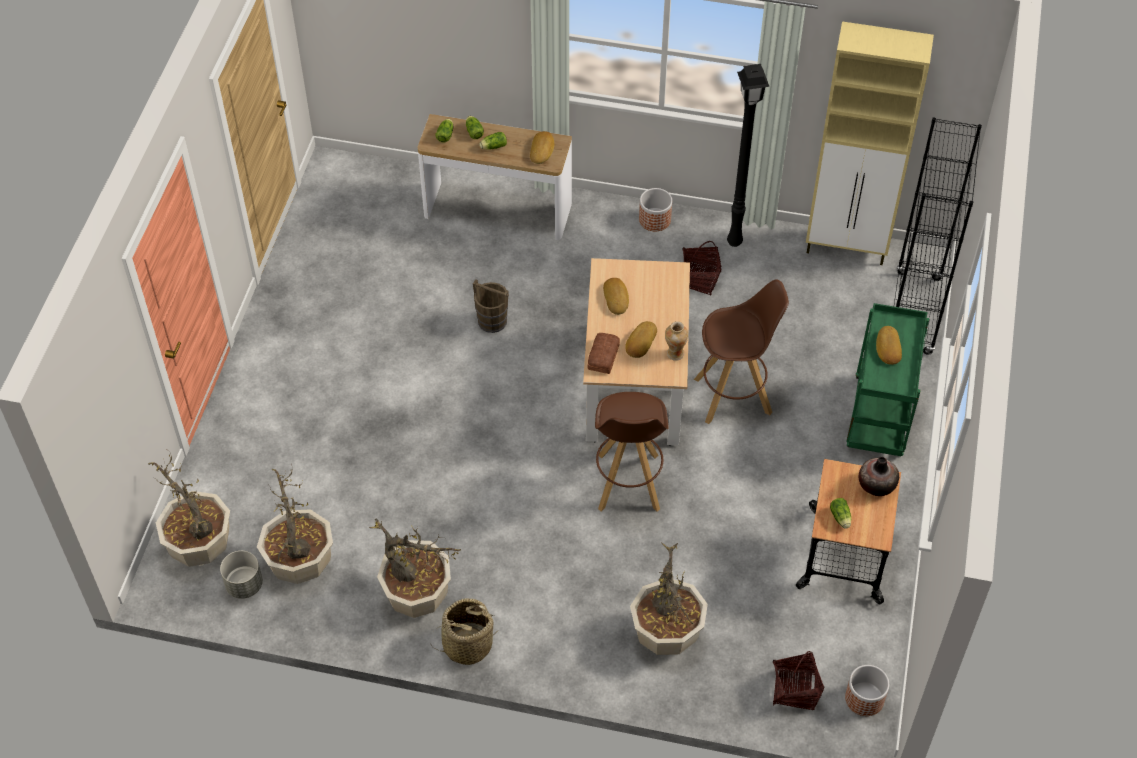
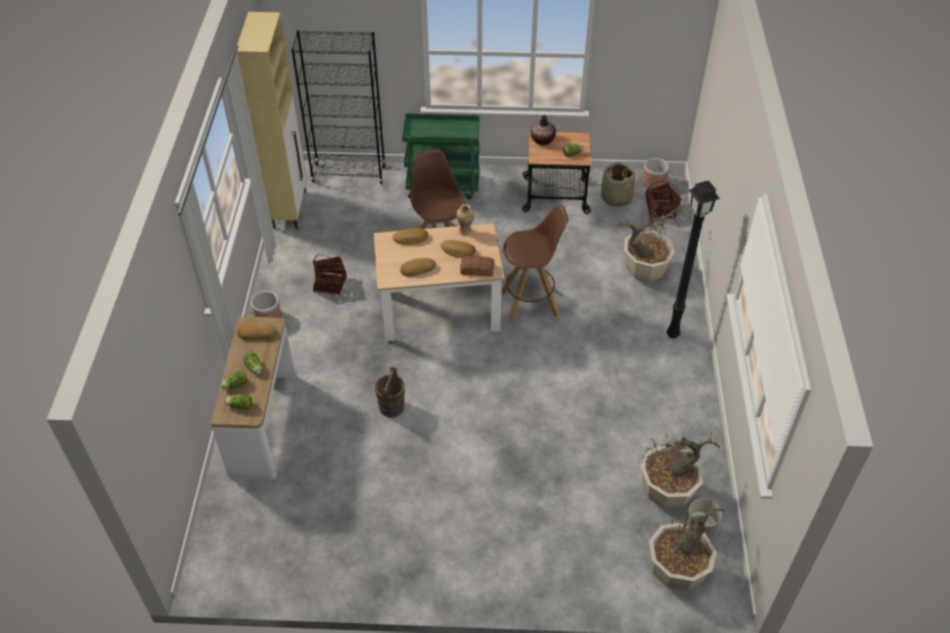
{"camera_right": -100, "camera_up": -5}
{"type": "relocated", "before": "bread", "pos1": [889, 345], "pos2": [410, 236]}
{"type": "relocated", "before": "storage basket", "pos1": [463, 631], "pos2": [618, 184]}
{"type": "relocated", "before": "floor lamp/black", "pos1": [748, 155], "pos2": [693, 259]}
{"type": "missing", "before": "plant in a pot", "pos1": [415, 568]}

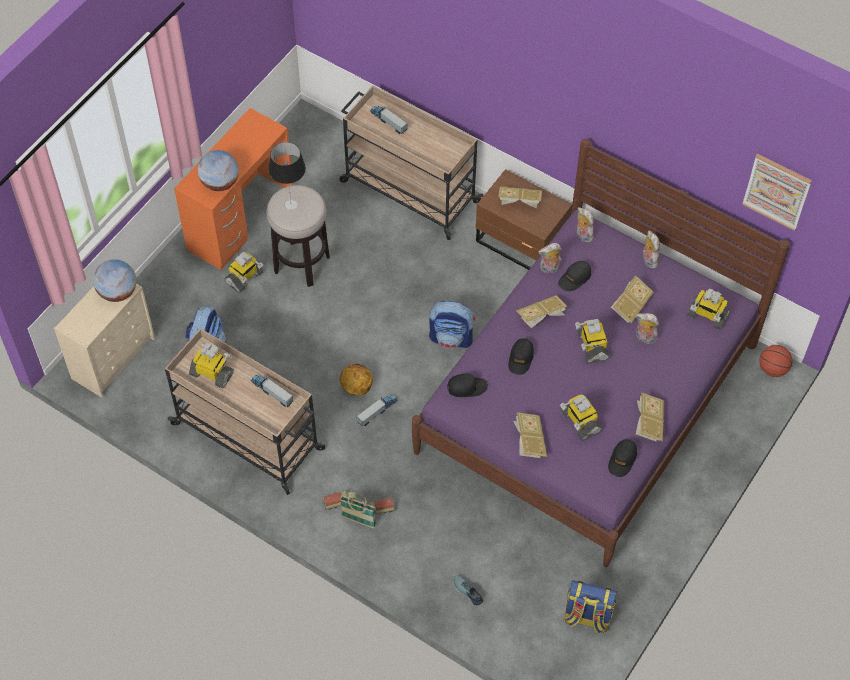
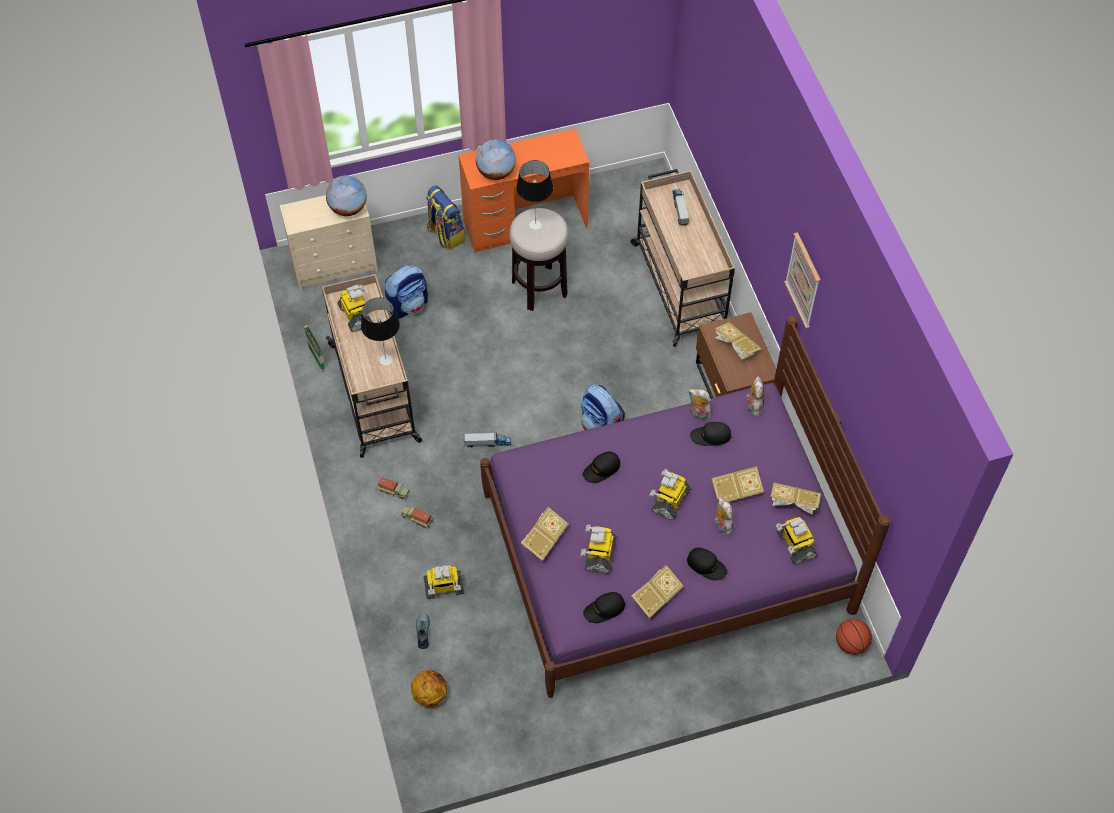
{"camera_right": 40, "camera_up": 0}
{"type": "relocated", "before": "storage basket", "pos1": [358, 510], "pos2": [315, 348]}
{"type": "exchanged", "before": "model truck", "after": "tabletop lamp", "pos1": [272, 391], "pos2": [380, 331]}
{"type": "relocated", "before": "ball for basketball", "pos1": [356, 379], "pos2": [429, 689]}
{"type": "relocated", "before": "toy robot", "pos1": [243, 272], "pos2": [443, 582]}
{"type": "relocated", "before": "knapsack", "pos1": [590, 607], "pos2": [445, 217]}
{"type": "relocated", "before": "cap/black", "pos1": [467, 385], "pos2": [707, 564]}
{"type": "relocated", "before": "bound book", "pos1": [541, 311], "pos2": [795, 498]}
{"type": "relocated", "before": "wall art", "pos1": [777, 192], "pos2": [802, 280]}
{"type": "missing", "before": "cuddly toy", "pos1": [651, 249]}

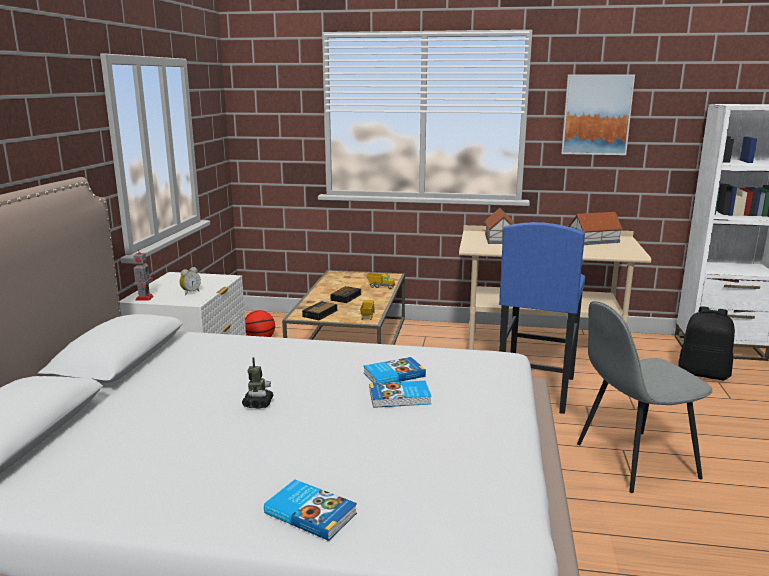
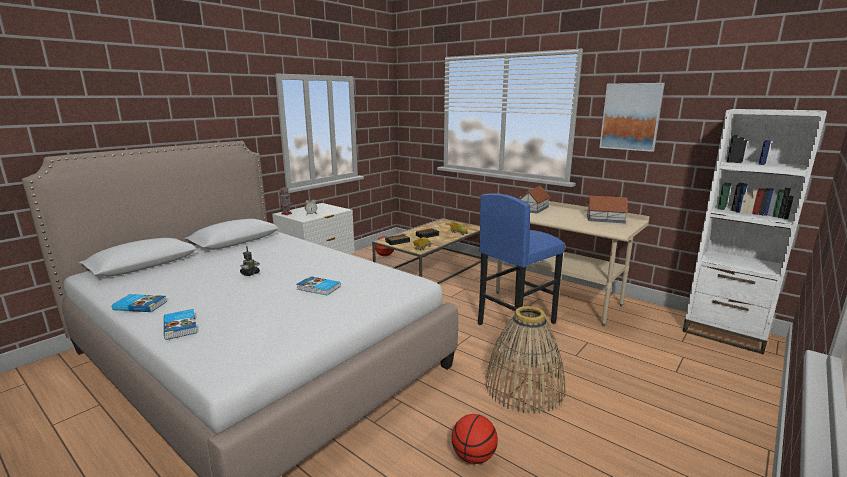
{"camera_right": 30, "camera_up": 0}
{"type": "relocated", "before": "bound book", "pos1": [395, 370], "pos2": [139, 303]}
{"type": "appeared", "after": "ball for basketball", "pos2": [475, 439]}
{"type": "exchanged", "before": "upright chair/gray", "after": "storage basket", "pos1": [645, 397], "pos2": [525, 360]}
{"type": "missing", "before": "knapsack/black", "pos1": [706, 343]}

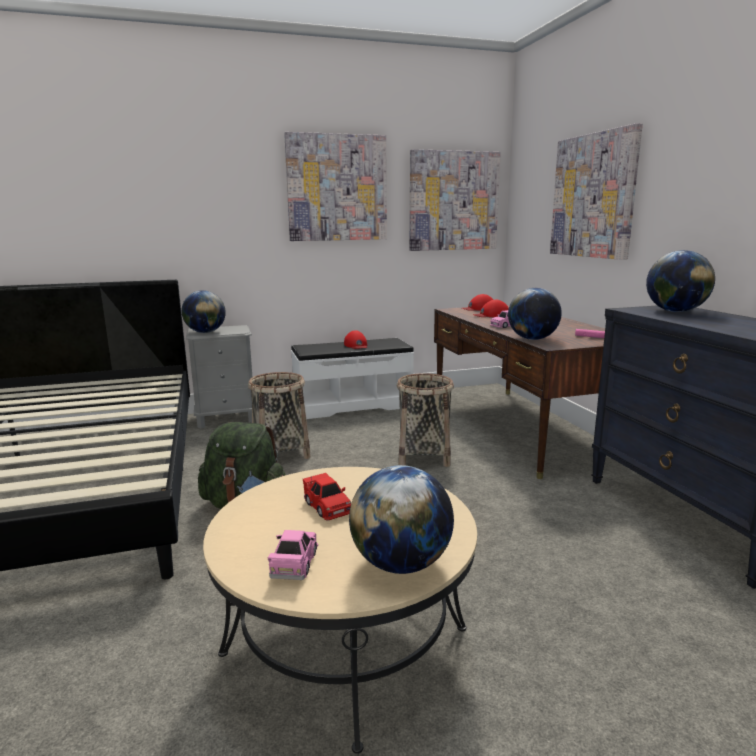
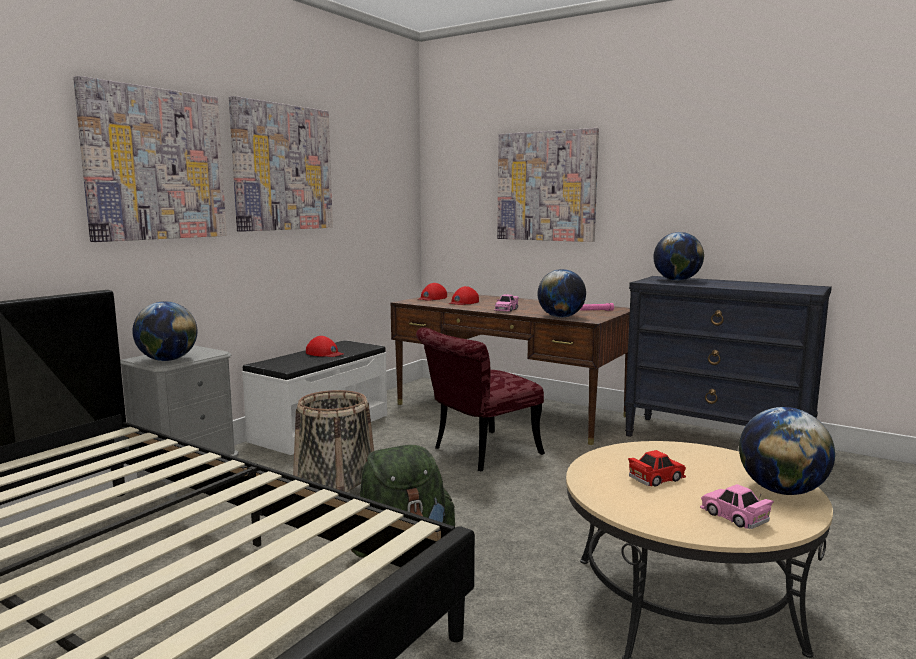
{"camera_right": -40, "camera_up": -5}
{"type": "relocated", "before": "wall art", "pos1": [455, 200], "pos2": [150, 159]}
{"type": "exchanged", "before": "storage basket", "after": "upright chair/red", "pos1": [425, 420], "pos2": [480, 399]}
{"type": "spun", "before": "miniature car/red", "pos1": [327, 497], "pos2": [657, 468], "turn": -45}

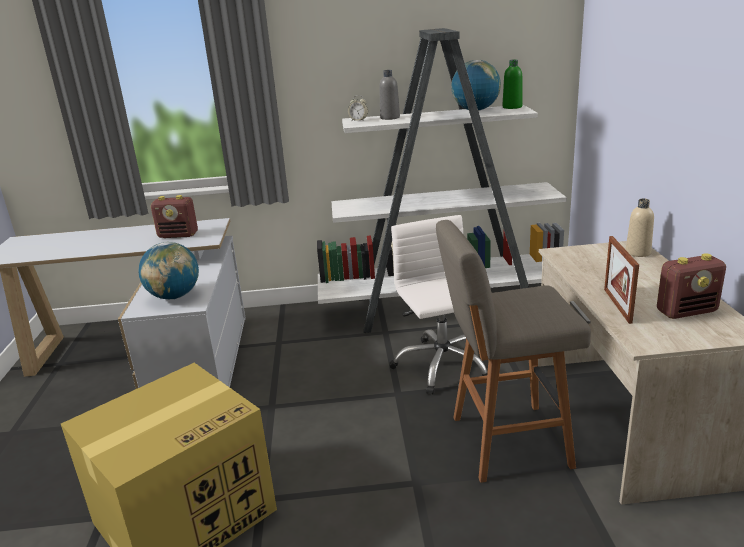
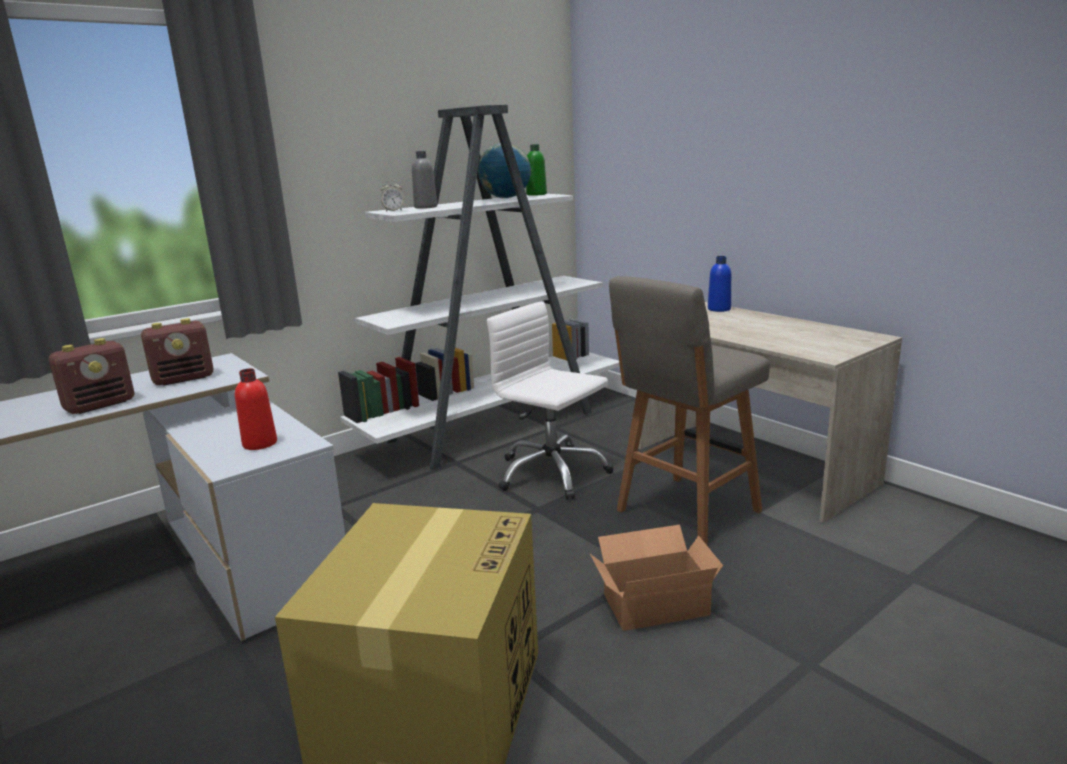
{"camera_right": -35, "camera_up": -5}
{"type": "relocated", "before": "radio", "pos1": [691, 286], "pos2": [91, 376]}
{"type": "exchanged", "before": "globe", "after": "beverage bottle/red", "pos1": [168, 270], "pos2": [256, 409]}
{"type": "appeared", "after": "carton", "pos2": [656, 578]}
{"type": "colour", "before": "beverage bottle/sand-coloured", "after": "beverage bottle/blue-coloured", "pos1": [640, 228], "pos2": [719, 284]}
{"type": "missing", "before": "standing frame", "pos1": [621, 280]}

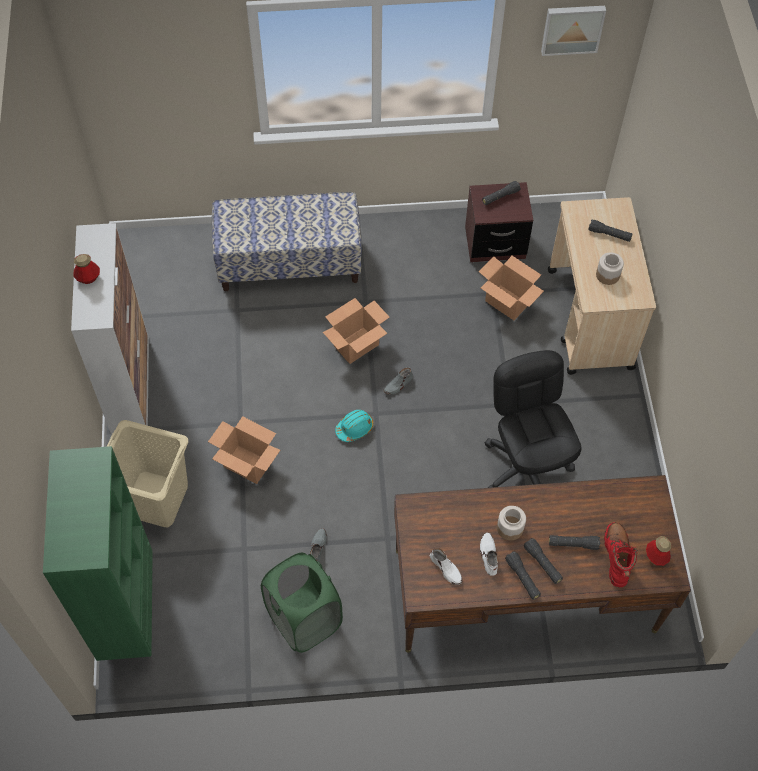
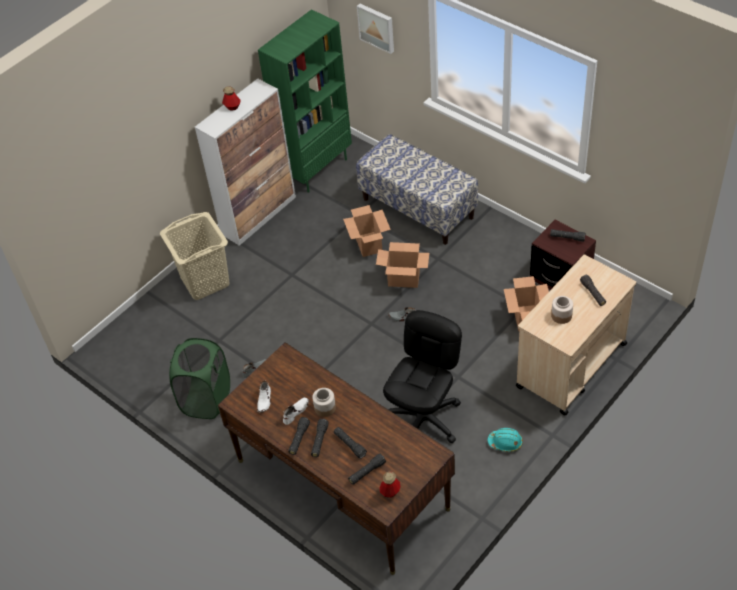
{"camera_right": 50, "camera_up": -10}
{"type": "relocated", "before": "shelving unit/greenish", "pos1": [98, 553], "pos2": [305, 101]}
{"type": "relocated", "before": "carton", "pos1": [244, 450], "pos2": [367, 231]}
{"type": "exchanged", "before": "boot/red", "after": "torch/black", "pos1": [621, 554], "pos2": [367, 469]}
{"type": "relocated", "before": "wall art", "pos1": [573, 31], "pos2": [375, 29]}
{"type": "relocated", "before": "hard hat/turquoise", "pos1": [354, 426], "pos2": [505, 440]}

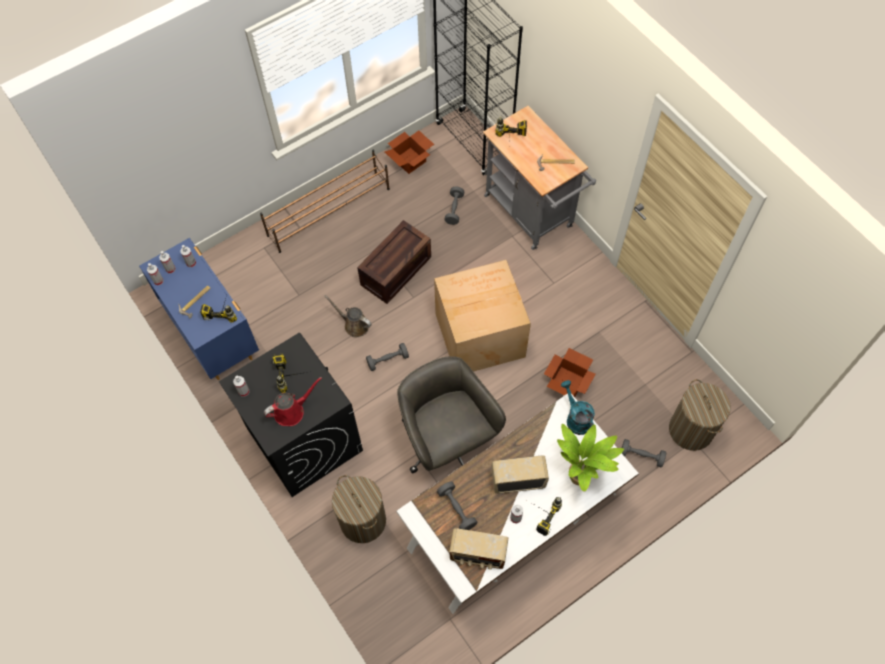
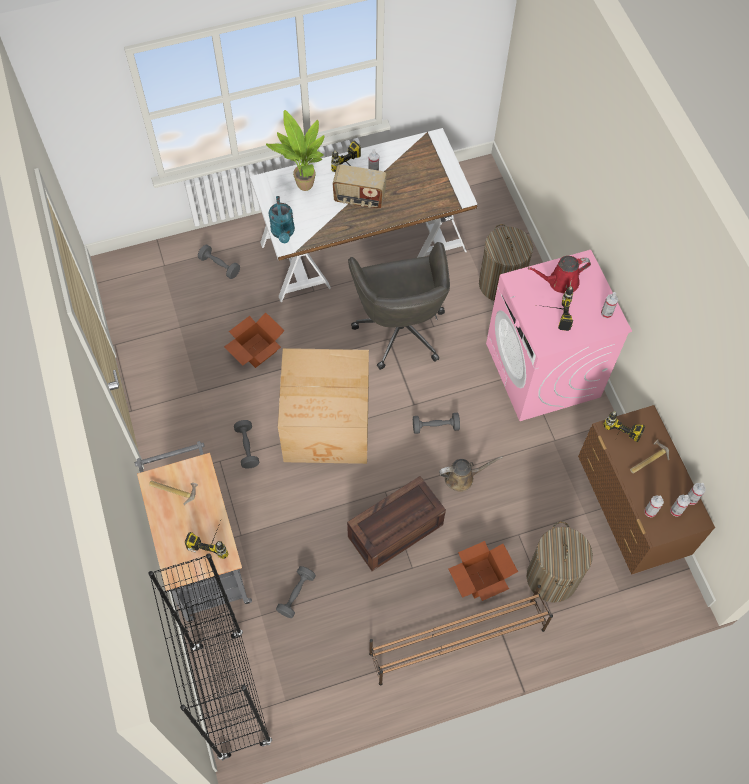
{"camera_right": -165, "camera_up": 0}
{"type": "relocated", "before": "dumbbell/gray", "pos1": [457, 506], "pos2": [246, 444]}
{"type": "spun", "before": "watering can/brownish", "pos1": [348, 316], "pos2": [471, 474], "turn": -60}
{"type": "relocated", "before": "carton", "pos1": [409, 152], "pos2": [483, 571]}
{"type": "colour", "before": "laundry appliance/black", "after": "laundry appliance/pink", "pos1": [291, 415], "pos2": [559, 335]}
{"type": "relocated", "before": "washing basket", "pos1": [700, 415], "pos2": [560, 561]}
{"type": "colour", "before": "chest of drawers/blue-coloured", "after": "chest of drawers/brownish", "pos1": [199, 309], "pos2": [646, 490]}
{"type": "missing", "before": "radio", "pos1": [478, 549]}

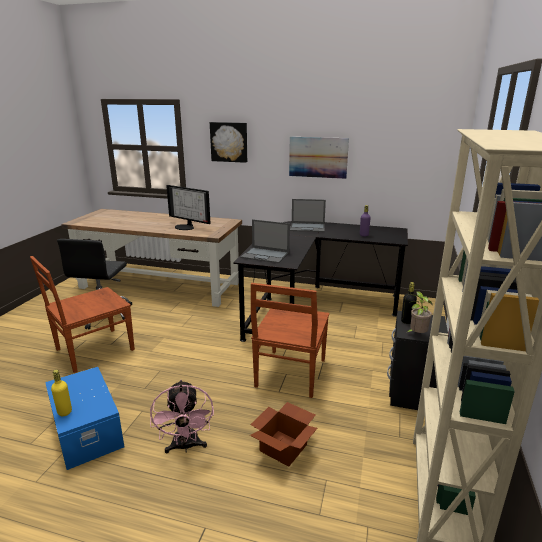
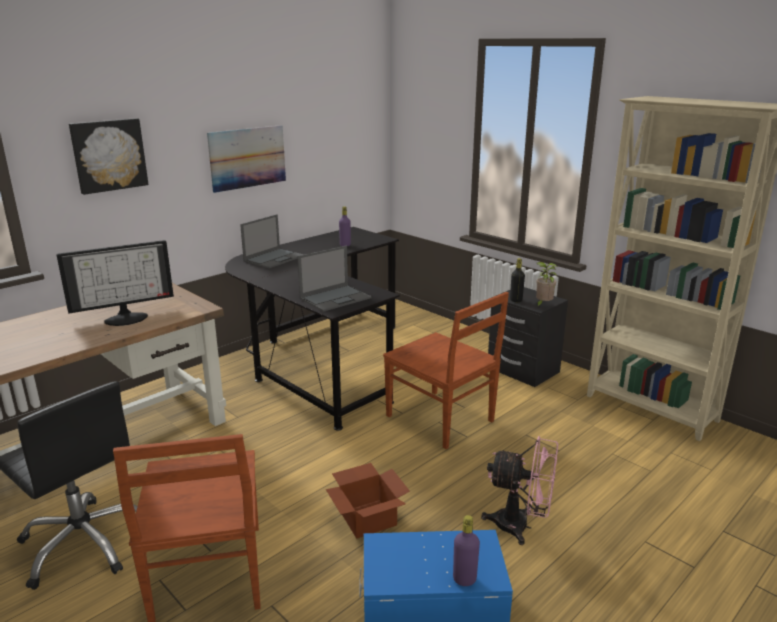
{"camera_right": -60, "camera_up": 0}
{"type": "relocated", "before": "carton", "pos1": [283, 434], "pos2": [368, 500]}
{"type": "colour", "before": "beverage bottle/yellow", "after": "beverage bottle/purple", "pos1": [61, 392], "pos2": [466, 550]}

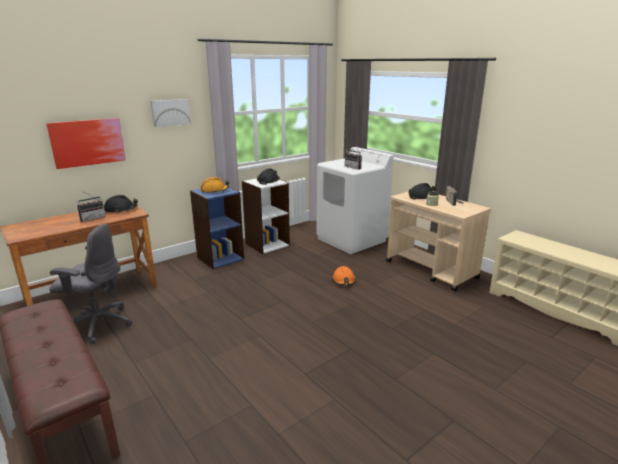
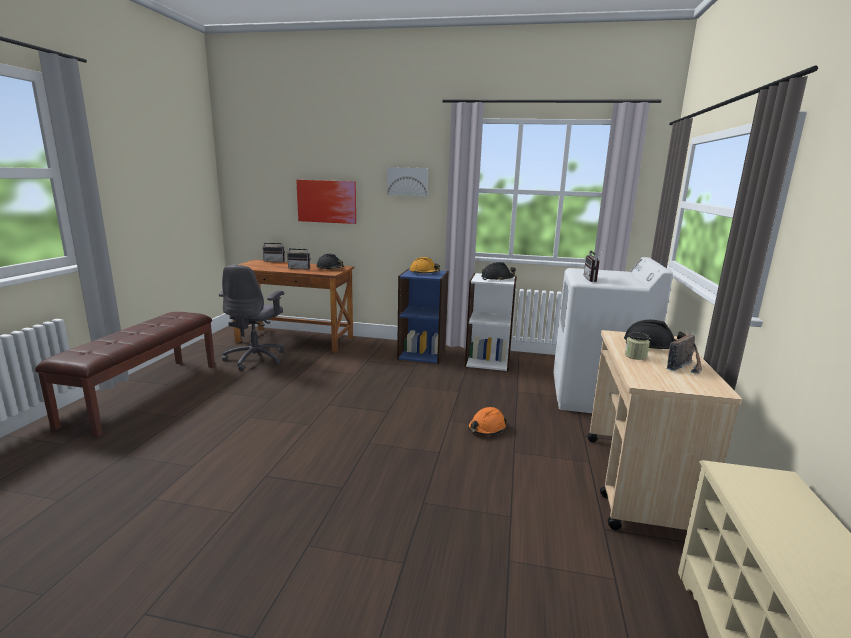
{"camera_right": 50, "camera_up": -5}
{"type": "spun", "before": "office chair/gray", "pos1": [90, 283], "pos2": [251, 318], "turn": 45}
{"type": "appeared", "after": "radio", "pos2": [274, 250]}

